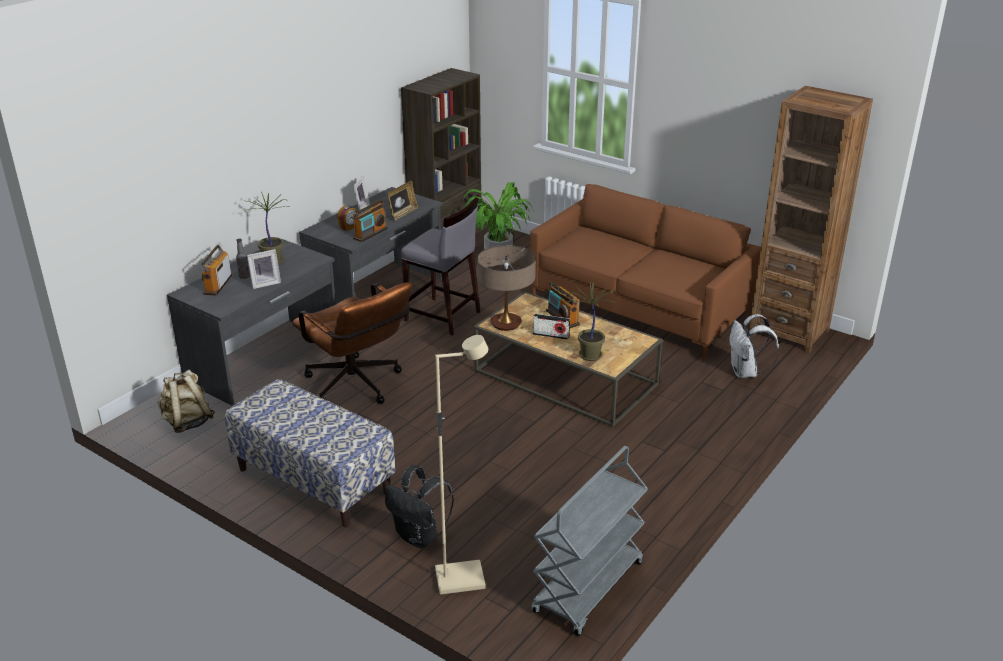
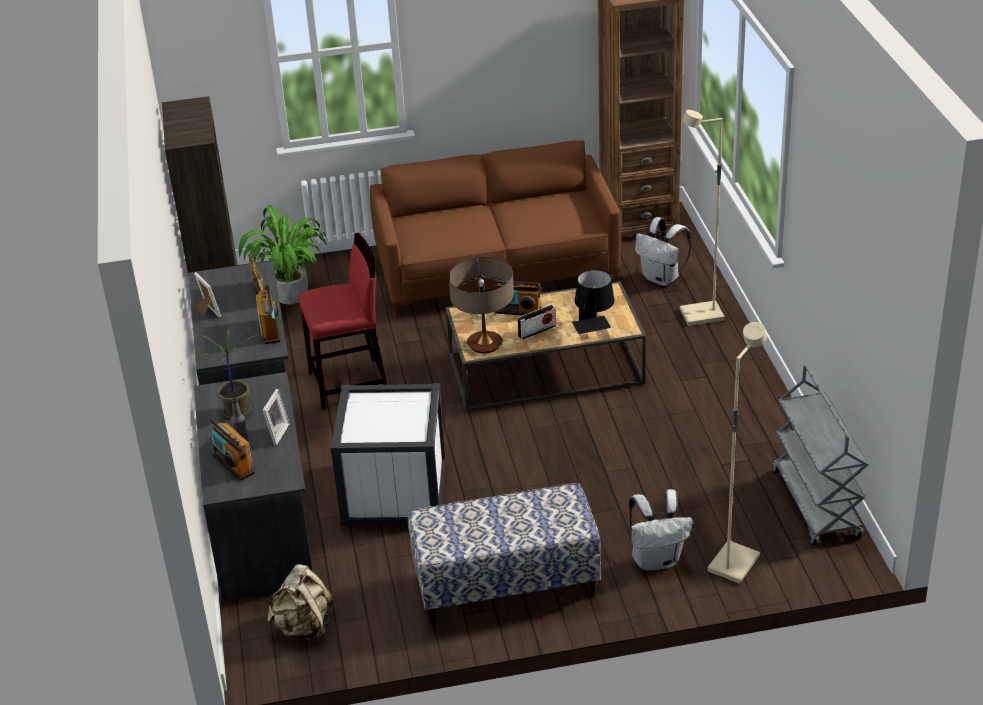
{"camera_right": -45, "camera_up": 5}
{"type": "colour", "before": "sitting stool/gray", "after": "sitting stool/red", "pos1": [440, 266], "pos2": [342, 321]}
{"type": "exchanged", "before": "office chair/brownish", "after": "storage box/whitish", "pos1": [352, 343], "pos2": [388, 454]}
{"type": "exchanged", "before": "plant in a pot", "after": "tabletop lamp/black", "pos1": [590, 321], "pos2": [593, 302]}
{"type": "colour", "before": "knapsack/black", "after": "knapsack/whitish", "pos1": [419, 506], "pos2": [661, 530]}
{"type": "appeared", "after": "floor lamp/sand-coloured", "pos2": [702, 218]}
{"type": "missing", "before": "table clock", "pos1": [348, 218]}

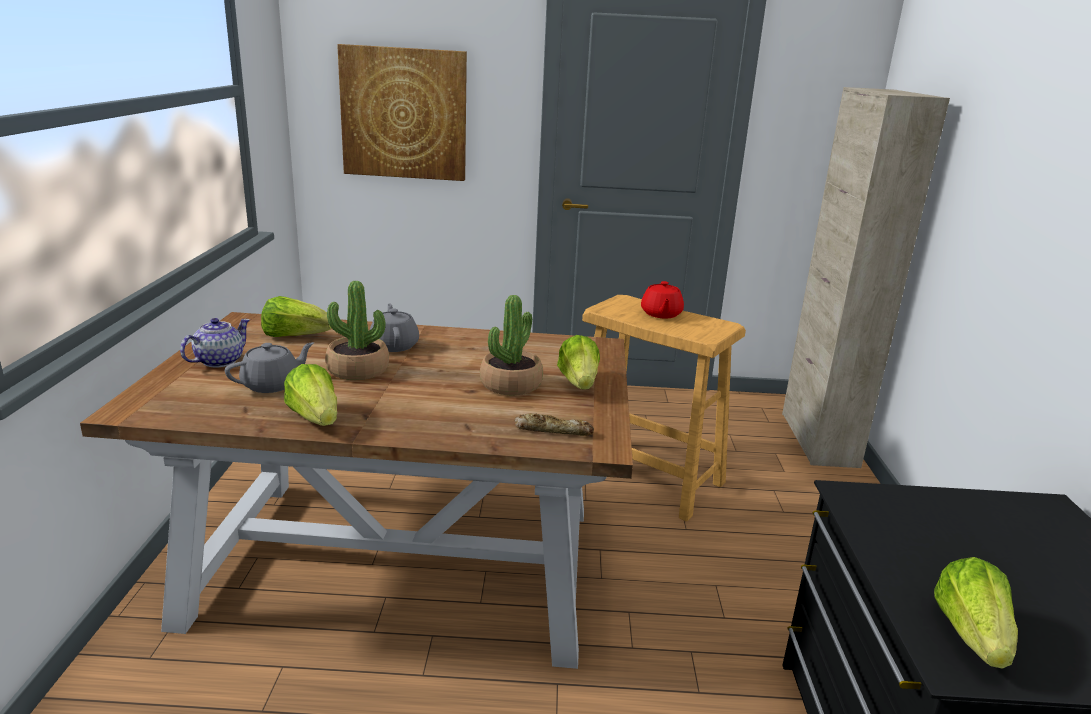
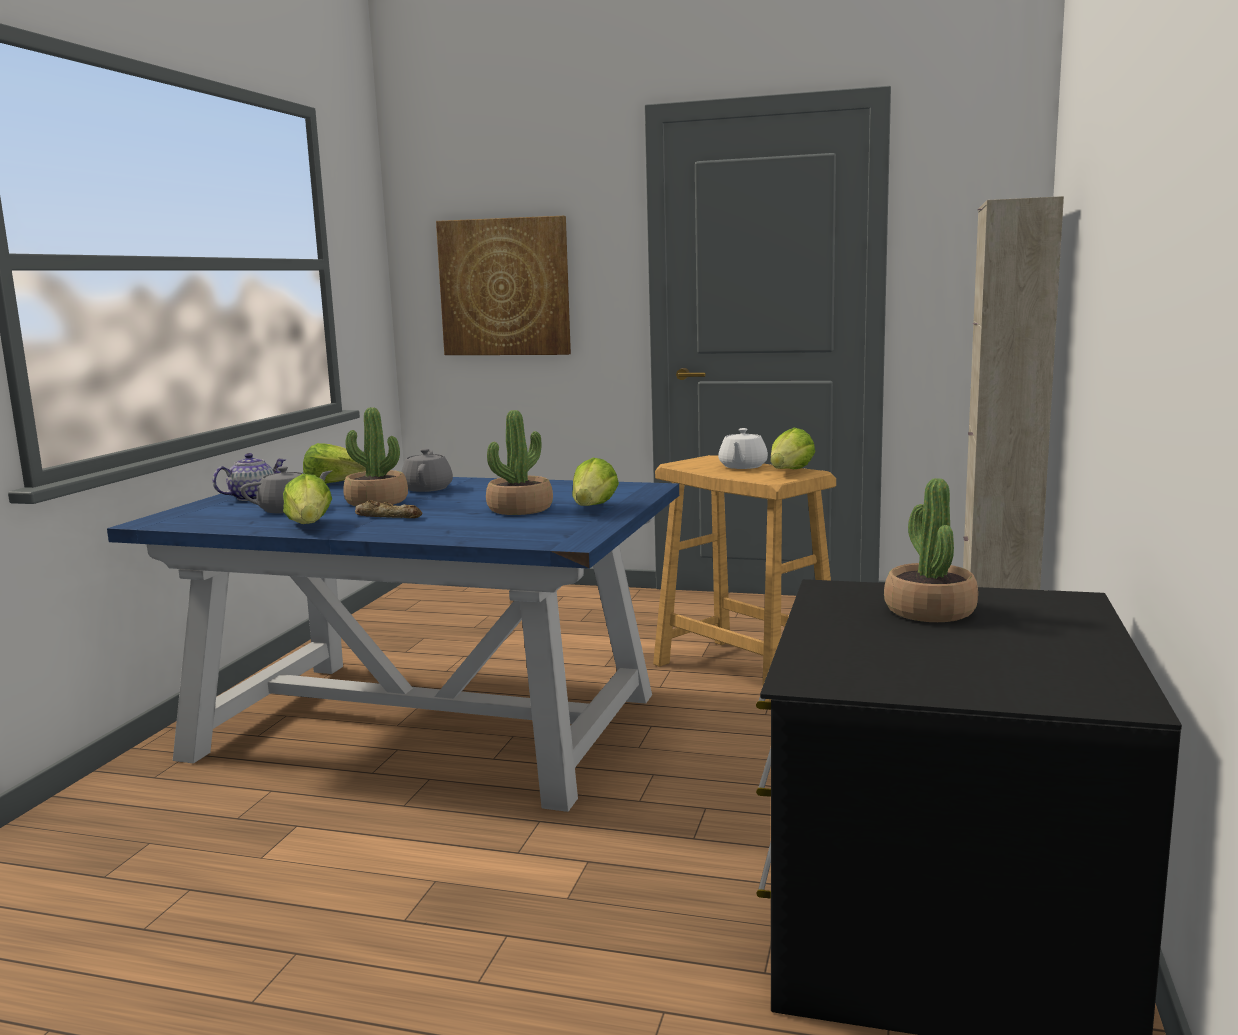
{"camera_right": 15, "camera_up": -10}
{"type": "colour", "before": "dining table/brownish", "after": "dining table/blue-coloured", "pos1": [356, 490], "pos2": [393, 644]}
{"type": "relocated", "before": "bread", "pos1": [554, 424], "pos2": [388, 509]}
{"type": "colour", "before": "pot for tea/red", "after": "pot for tea/whitish", "pos1": [662, 299], "pos2": [743, 448]}
{"type": "relocated", "before": "lettuce", "pos1": [976, 613], "pos2": [793, 448]}
{"type": "appeared", "after": "plant in a pot", "pos2": [931, 550]}

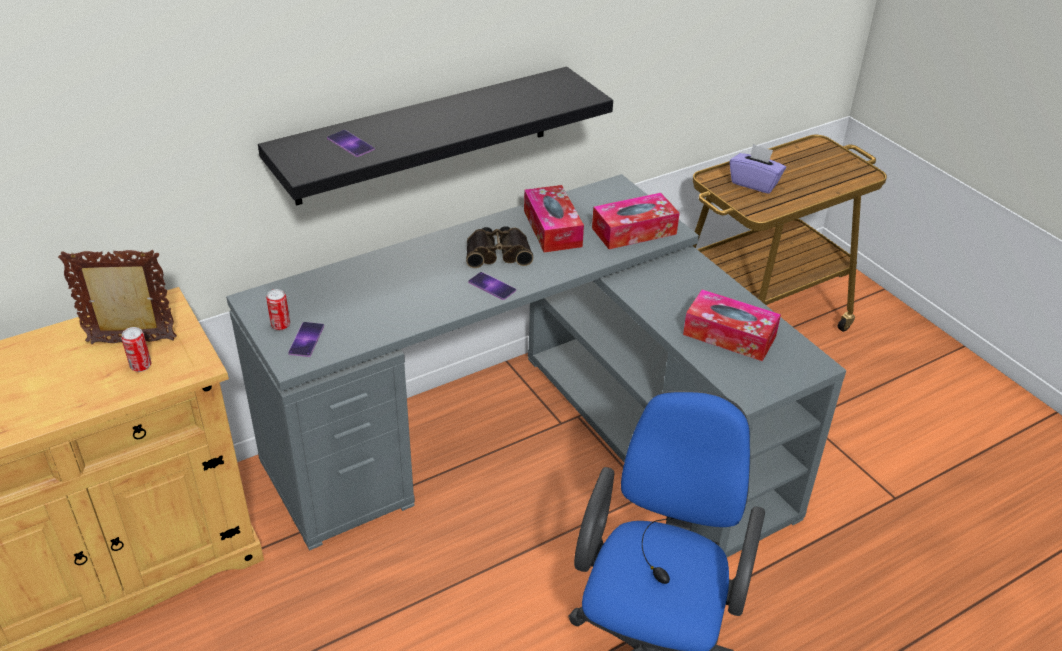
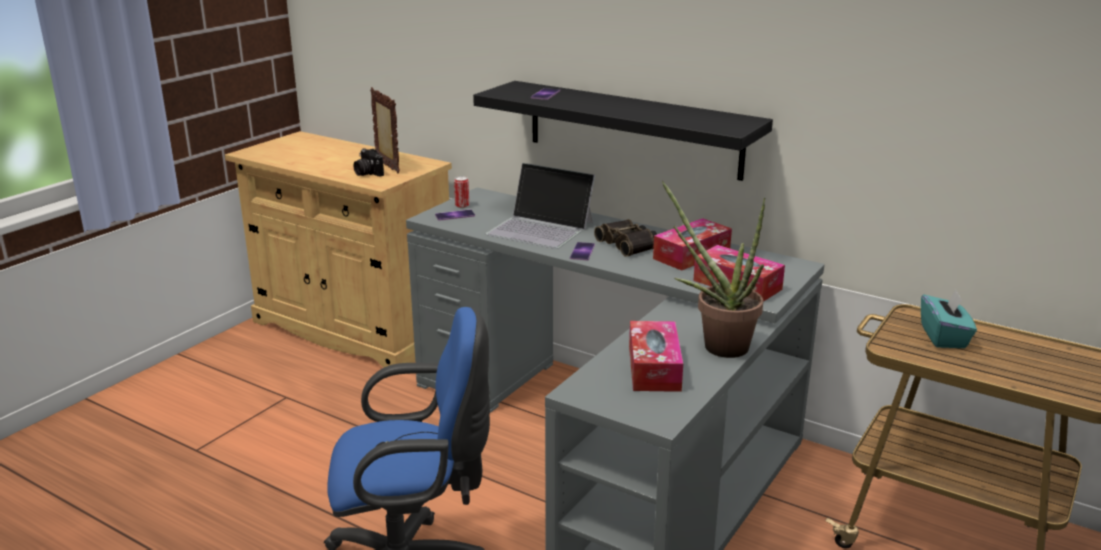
{"camera_right": 65, "camera_up": -15}
{"type": "exchanged", "before": "metal can", "after": "photo camera", "pos1": [136, 349], "pos2": [369, 162]}
{"type": "appeared", "after": "laptop", "pos2": [540, 206]}
{"type": "appeared", "after": "plant in a pot", "pos2": [713, 269]}
{"type": "colour", "before": "box of tissues/purple", "after": "box of tissues/turquoise", "pos1": [758, 169], "pos2": [949, 319]}

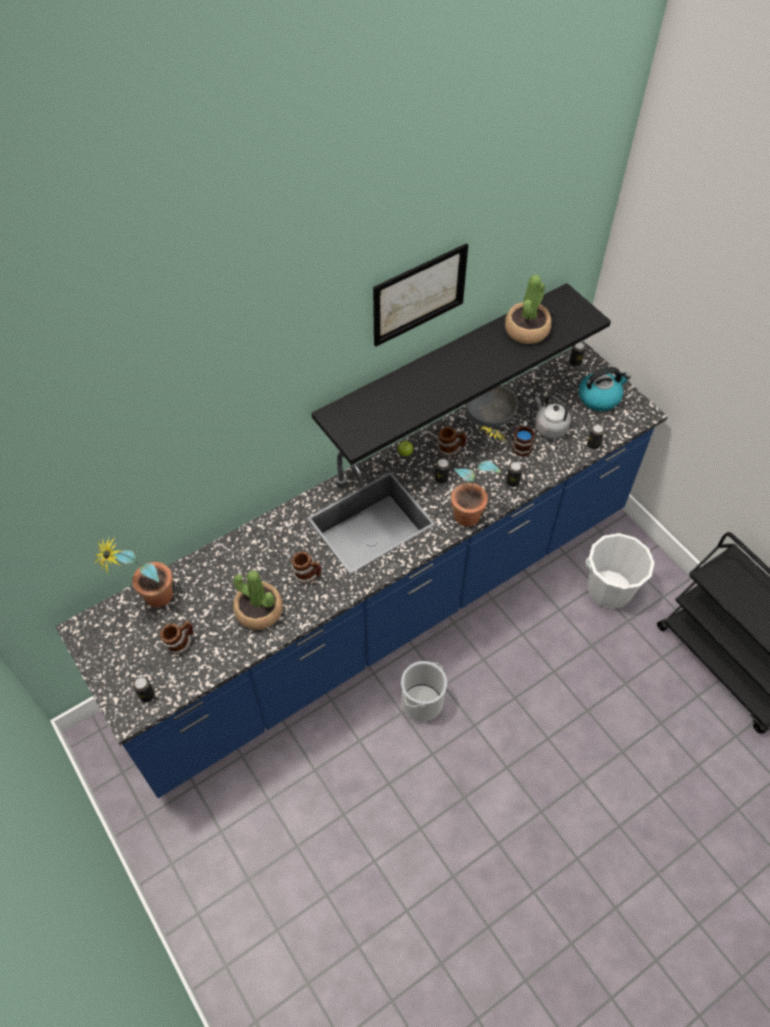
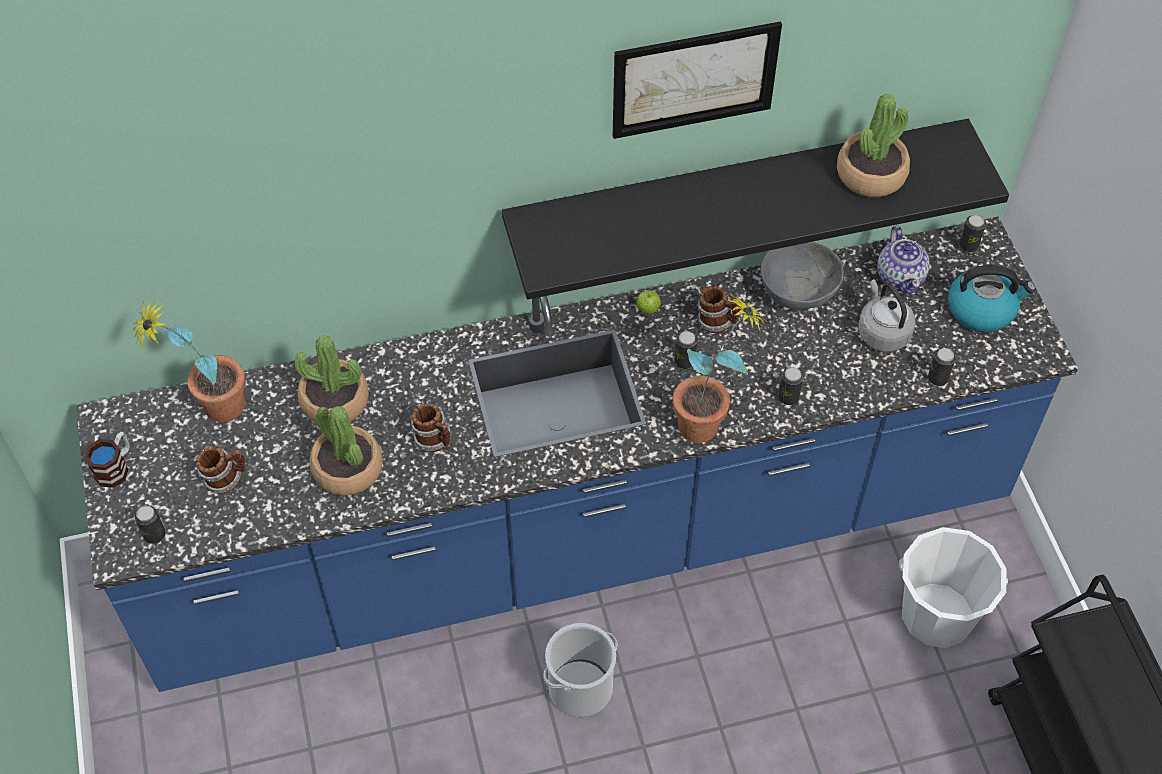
{"camera_right": 20, "camera_up": 0}
{"type": "relocated", "before": "tea mug", "pos1": [523, 439], "pos2": [106, 460]}
{"type": "appeared", "after": "plant in a pot", "pos2": [332, 379]}
{"type": "appeared", "after": "pot for tea", "pos2": [904, 260]}

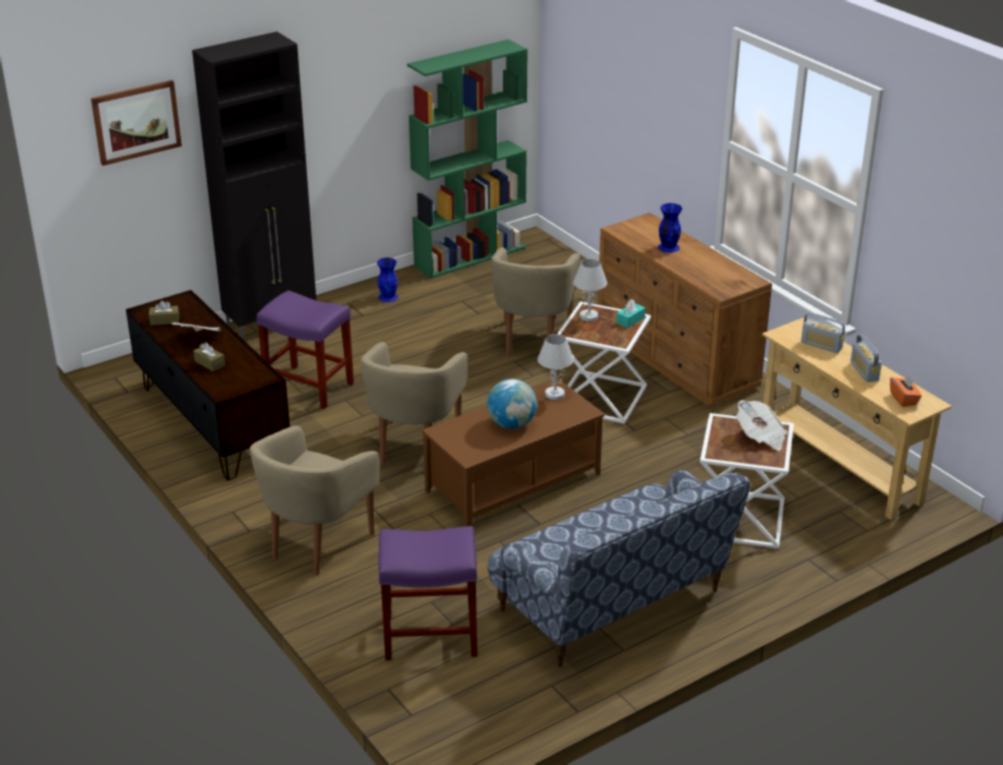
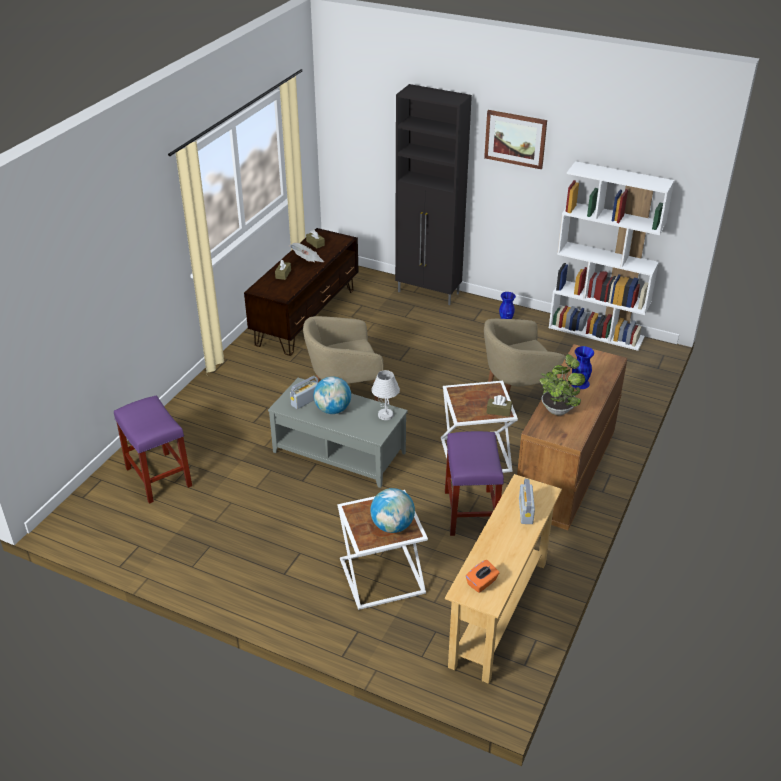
{"camera_right": 60, "camera_up": 5}
{"type": "colour", "before": "lounge table/brownish", "after": "lounge table/gray", "pos1": [513, 453], "pos2": [338, 433]}
{"type": "relocated", "before": "radio", "pos1": [866, 358], "pos2": [304, 392]}
{"type": "exchanged", "before": "daily paper", "after": "globe", "pos1": [761, 425], "pos2": [392, 510]}
{"type": "relocated", "before": "sitting stool/purple", "pos1": [305, 349], "pos2": [474, 483]}
{"type": "relocated", "before": "wall art", "pos1": [136, 123], "pos2": [515, 139]}
{"type": "colour", "before": "box of tissues/turquoise", "after": "box of tissues/brownish", "pos1": [630, 314], "pos2": [499, 406]}
{"type": "appeared", "after": "plant in a pot", "pos2": [562, 384]}
{"type": "colour", "before": "shelving unit/greenish", "after": "shelving unit/whitish", "pos1": [467, 158], "pos2": [611, 256]}
{"type": "missing", "before": "lounge chair/sand-coloured", "pos1": [315, 500]}
{"type": "missing", "before": "couch", "pos1": [619, 568]}
{"type": "missing", "before": "tabletop lamp/whitish", "pos1": [590, 290]}

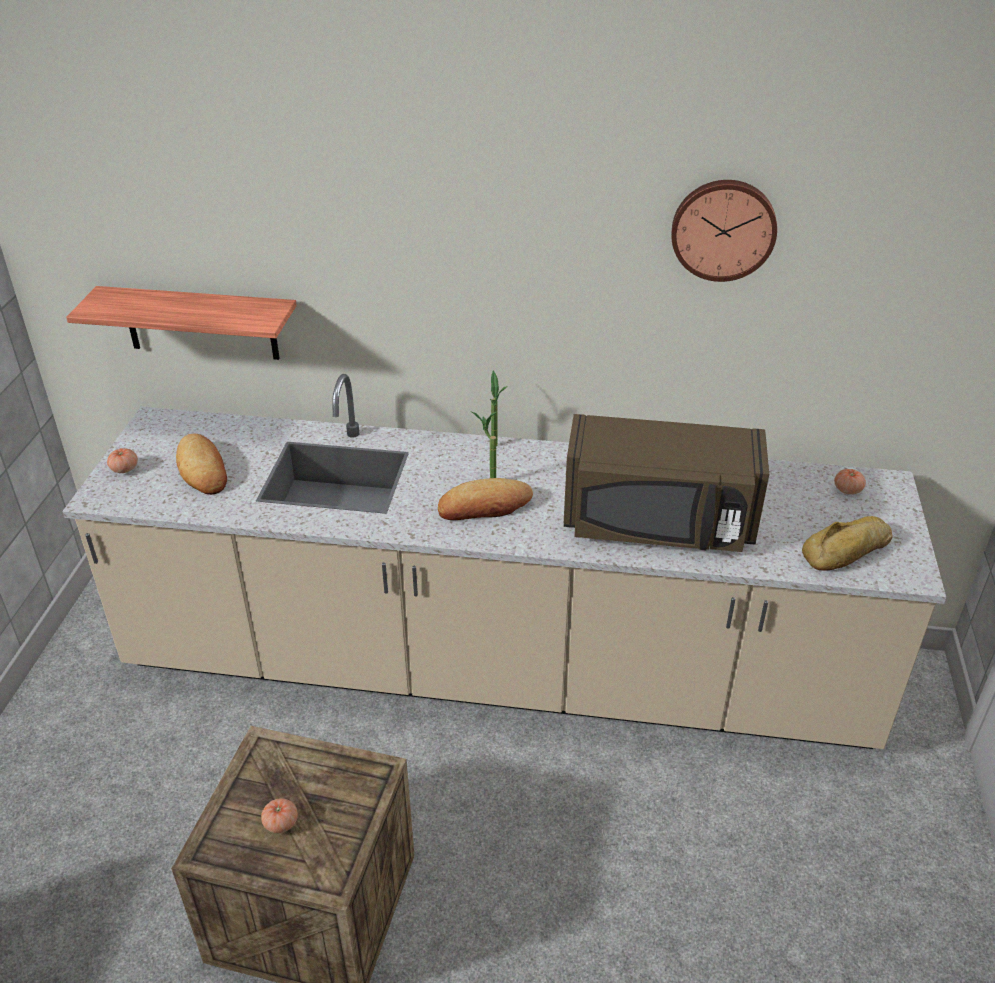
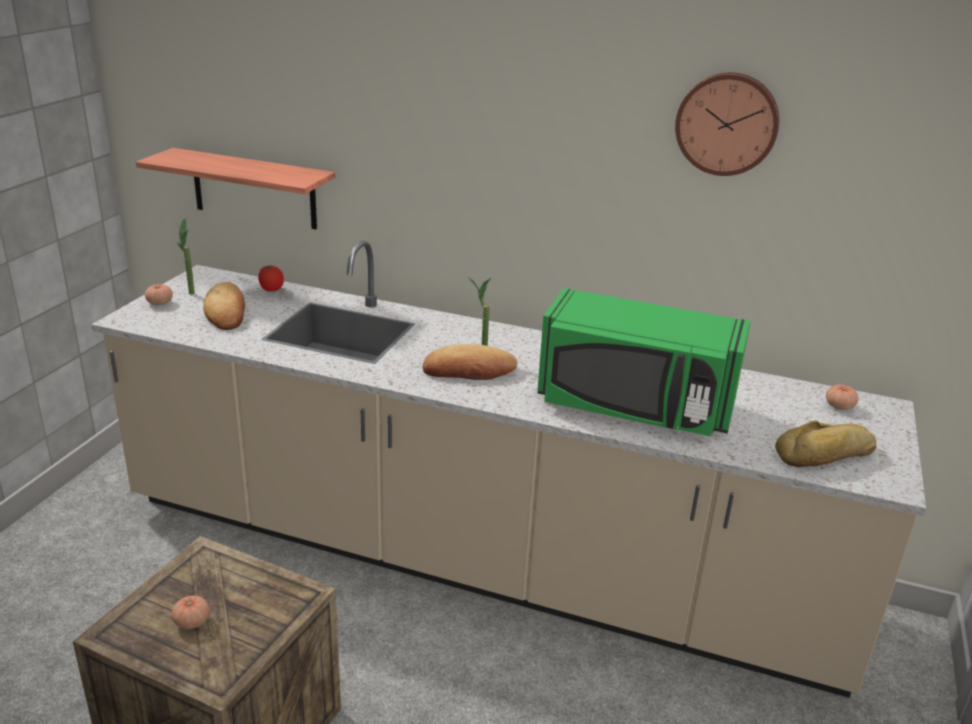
{"camera_right": 10, "camera_up": -10}
{"type": "relocated", "before": "plant in a pot", "pos1": [499, 408], "pos2": [185, 256]}
{"type": "appeared", "after": "whole tomato", "pos2": [271, 278]}
{"type": "colour", "before": "microwave/brownish", "after": "microwave/greenish", "pos1": [666, 483], "pos2": [644, 362]}

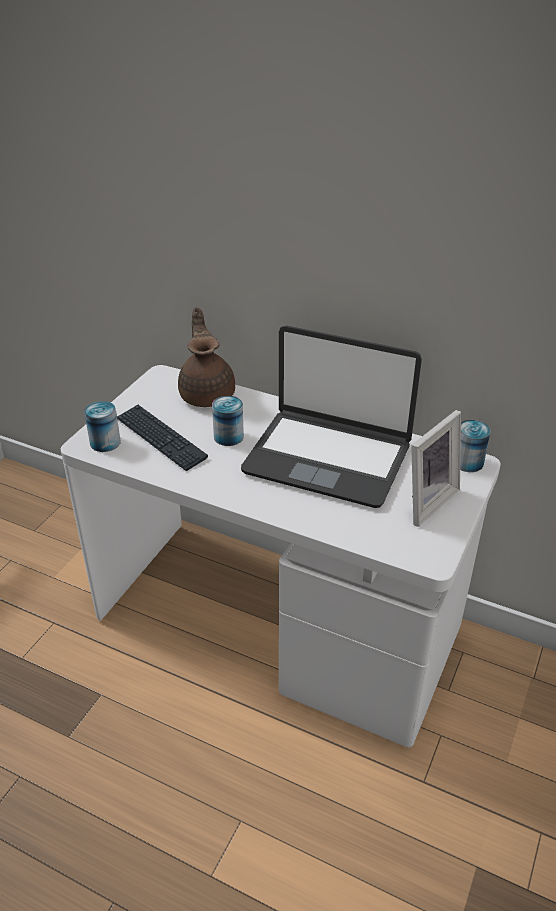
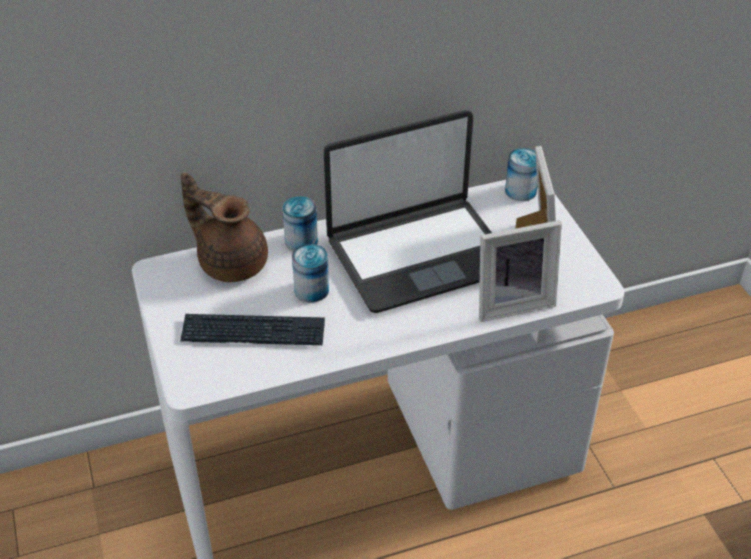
{"camera_right": -45, "camera_up": 5}
{"type": "relocated", "before": "metal can", "pos1": [102, 426], "pos2": [300, 223]}
{"type": "appeared", "after": "standing frame", "pos2": [520, 271]}

